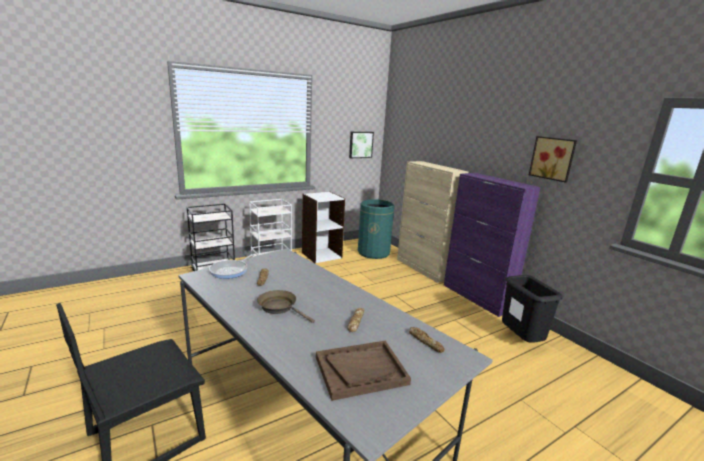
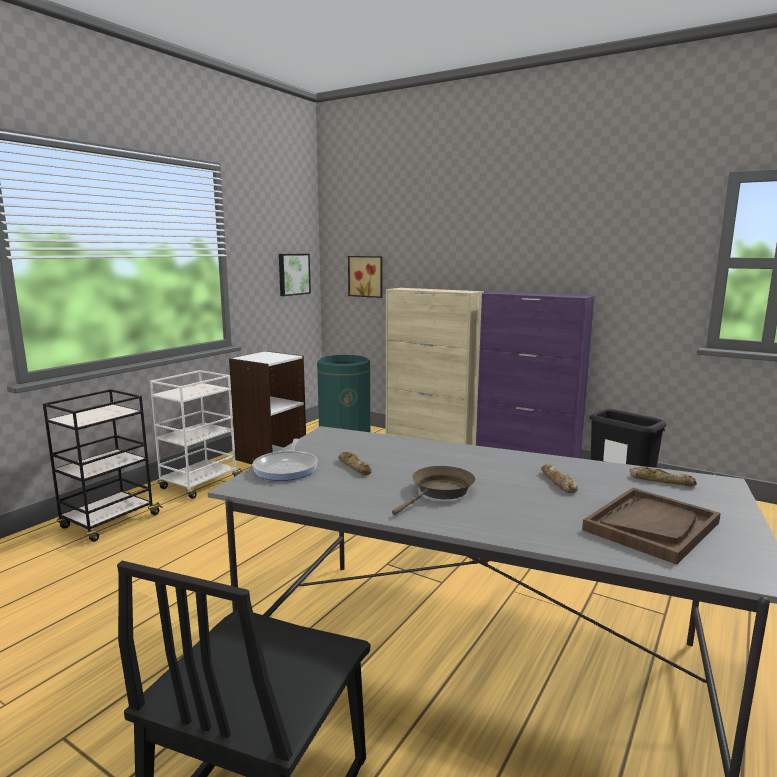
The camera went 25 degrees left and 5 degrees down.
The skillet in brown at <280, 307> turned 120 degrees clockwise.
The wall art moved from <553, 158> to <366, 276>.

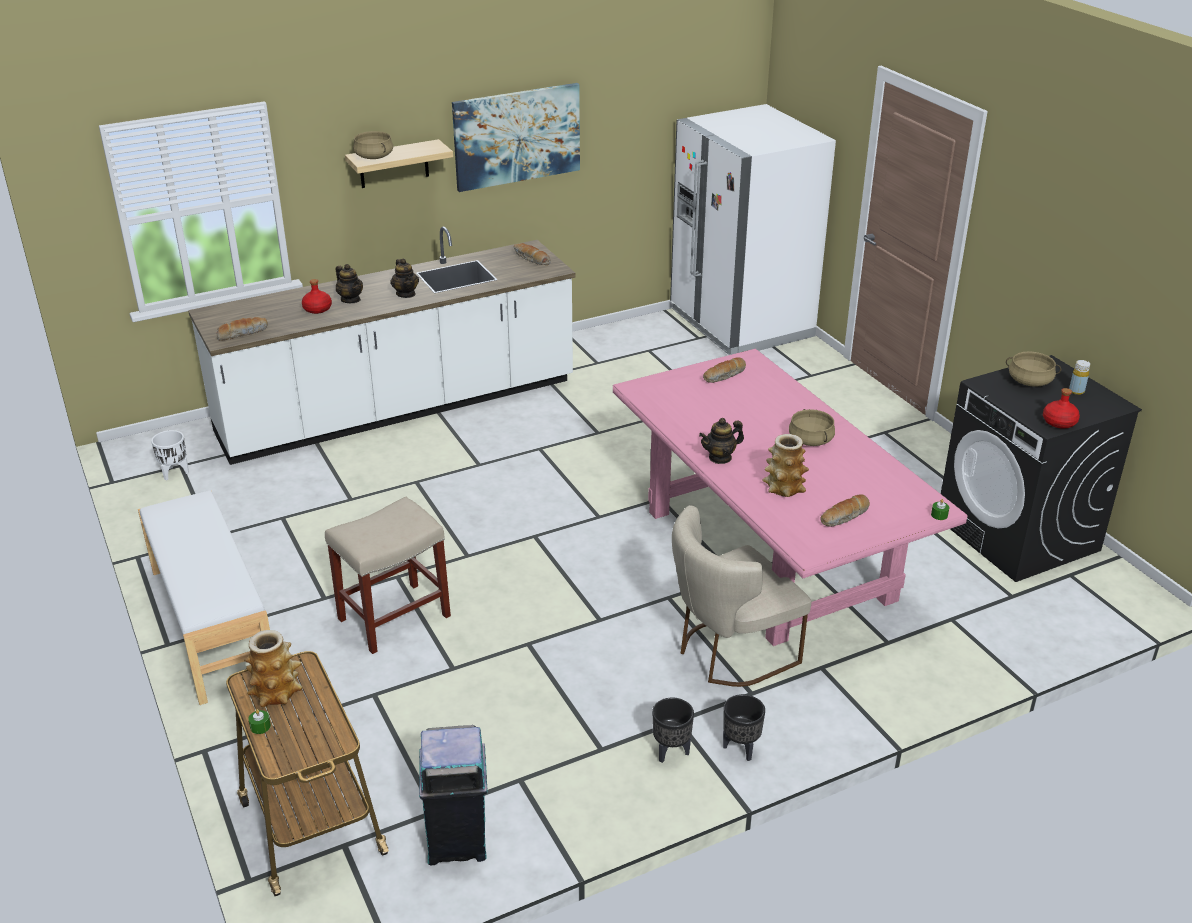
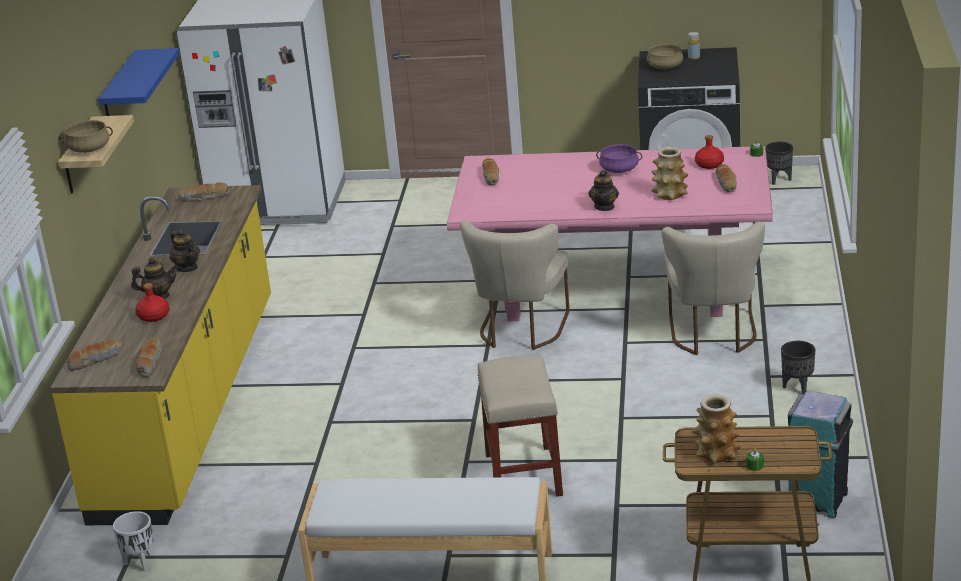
The camera went 55 degrees left and 5 degrees down.
The counter in whitish at <398, 408> became the counter in yellowish at <190, 406>.
The tea pot at <406, 294> turned 45 degrees clockwise.
The wall art at <517, 136> was replaced by the wall shelf in bluish at <120, 91>.
The flower pot in black moved from <741, 748> to <779, 180>.
The cooking pot in beige at <811, 440> became the cooking pot in purplish at <619, 169>.
The beverage bottle in red-coloured moved from <1059, 422> to <709, 164>.
The bread at <95, 360> appeared.
The chair in beige at <521, 331> appeared.

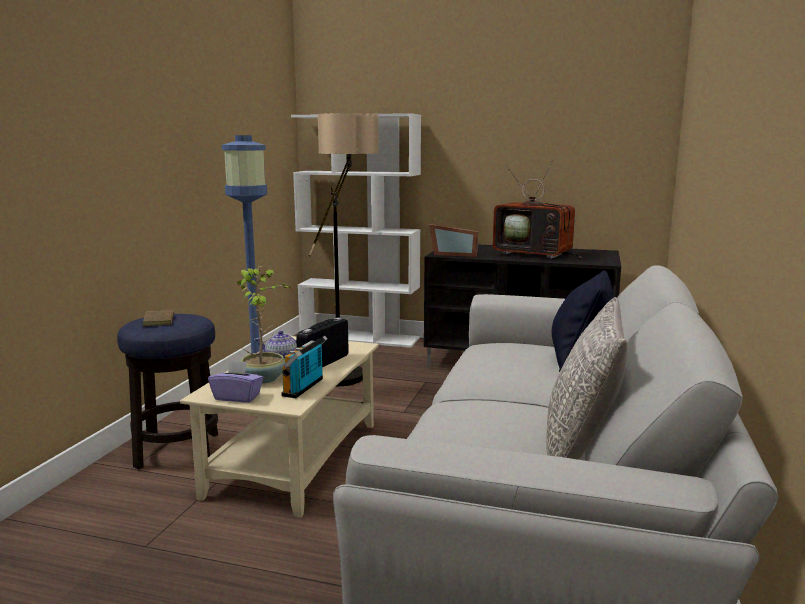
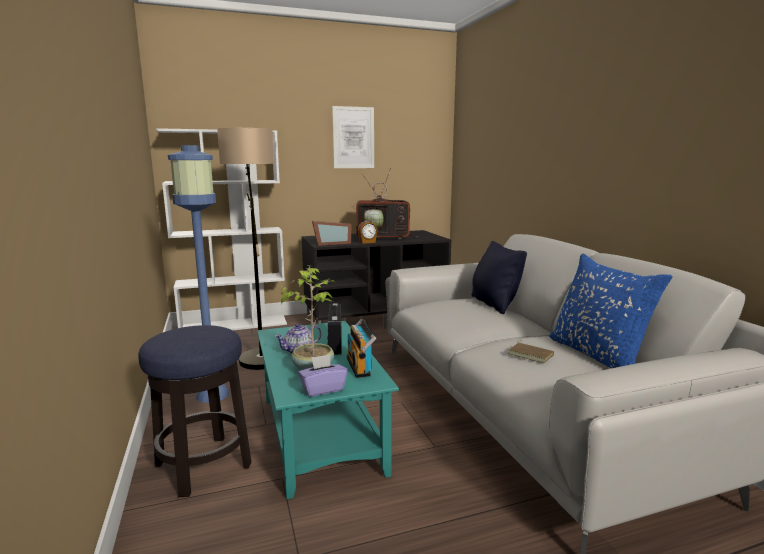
The camera went 35 degrees left and 0 degrees up.
The volume in brown moved from <160, 321> to <531, 354>.
The coffee table in beige at <295, 459> became the coffee table in blue-green at <321, 434>.
The cushion in gray at <581, 448> became the cushion in bluish at <598, 355>.
The wall art at <353, 137> appeared.
The bedside clock at <367, 242> appeared.

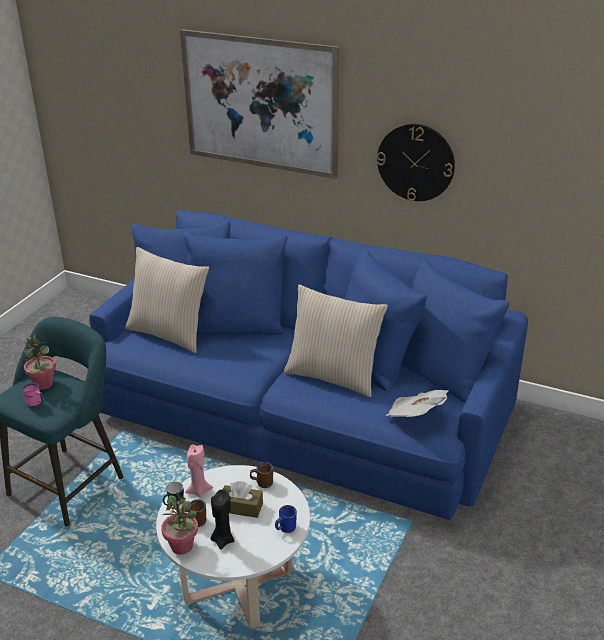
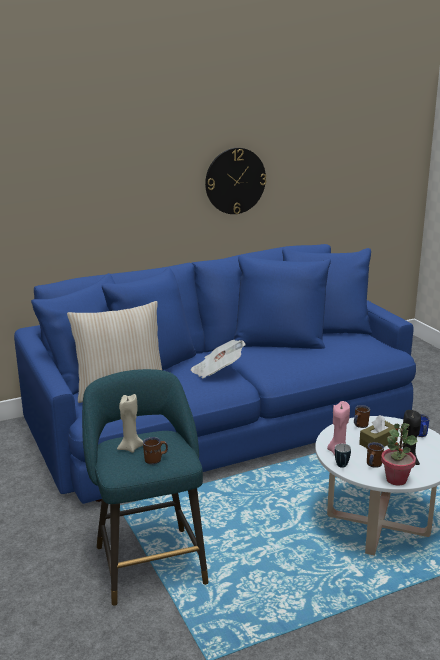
The camera went 50 degrees left and 10 degrees down.
The tea mug in pink-coloured at <36, 404> became the tea mug in brown at <156, 460>.
The houseplant at <43, 384> was replaced by the wax light in beige at <130, 447>.
The wall art at <260, 103> disappeared.
The cushion in beige at <333, 376> disappeared.
The newspaper moved from <415, 416> to <217, 371>.

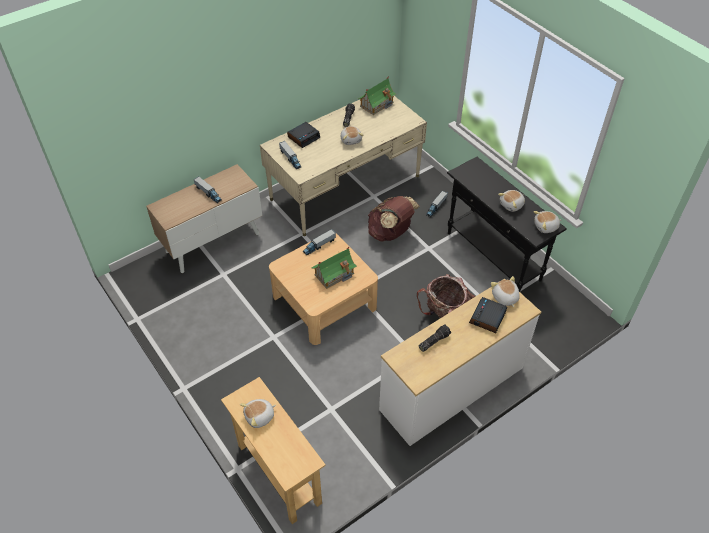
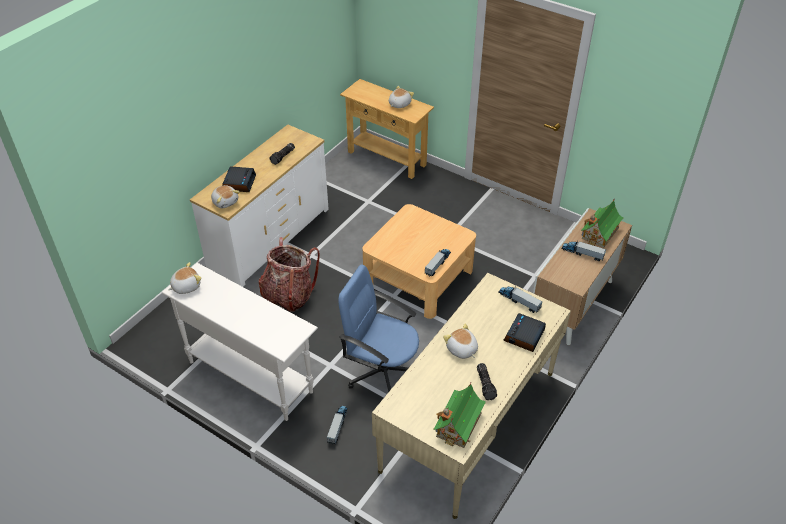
The camera went 160 degrees right and 5 degrees down.
The model house moved from <334, 274> to <600, 233>.
The knapsack in brown at <390, 233> was replaced by the office chair in bluish at <382, 371>.
The console table in black at <493, 256> became the console table in whitish at <250, 376>.
The plush toy at <512, 205> disappeared.

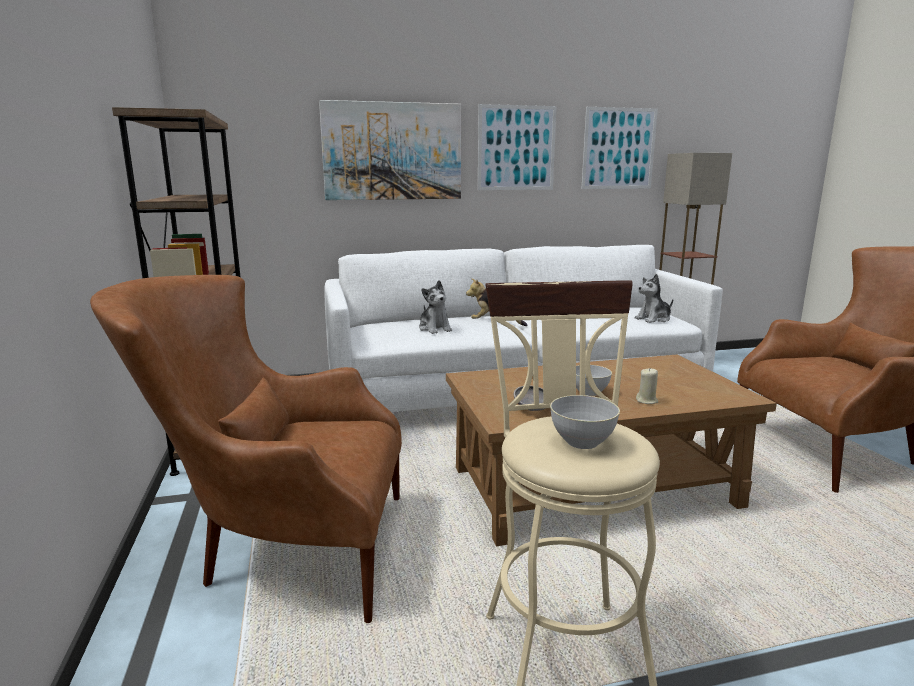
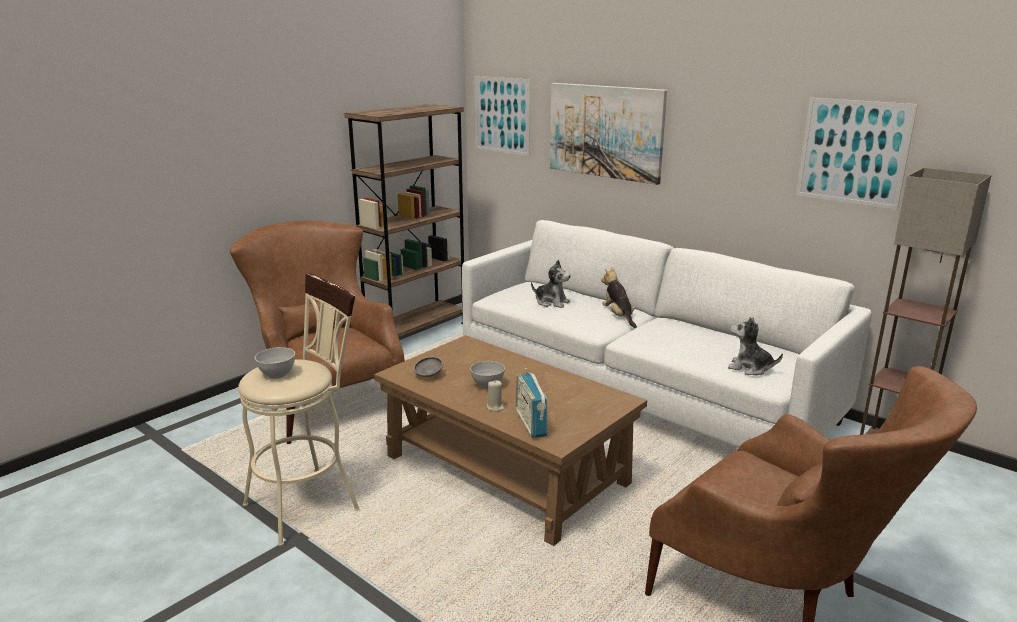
The camera went 55 degrees right and 5 degrees up.
The plush toy at <435, 328> turned 90 degrees counterclockwise.
The wall art moved from <516, 148> to <502, 115>.
The radio set at <530, 423> appeared.

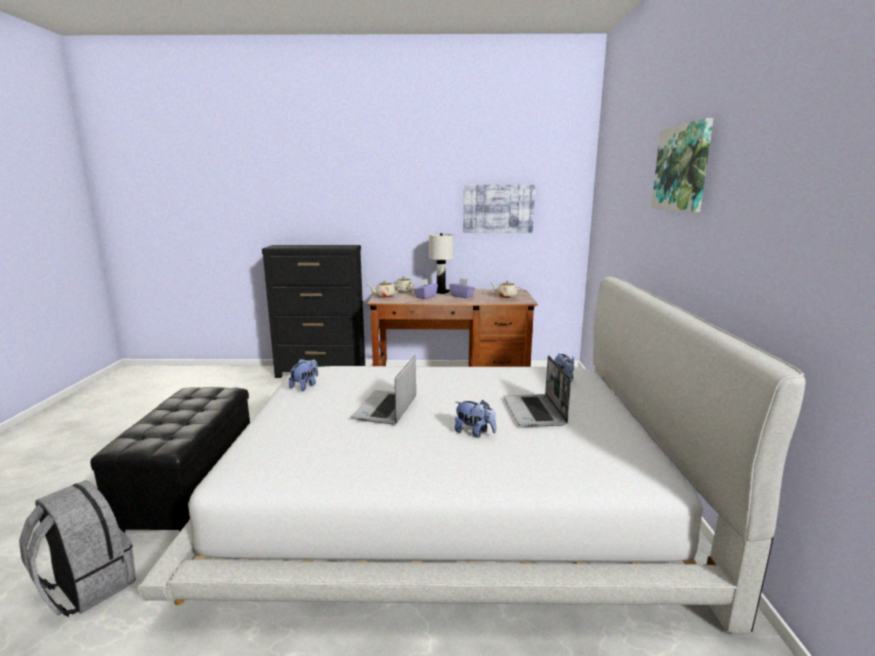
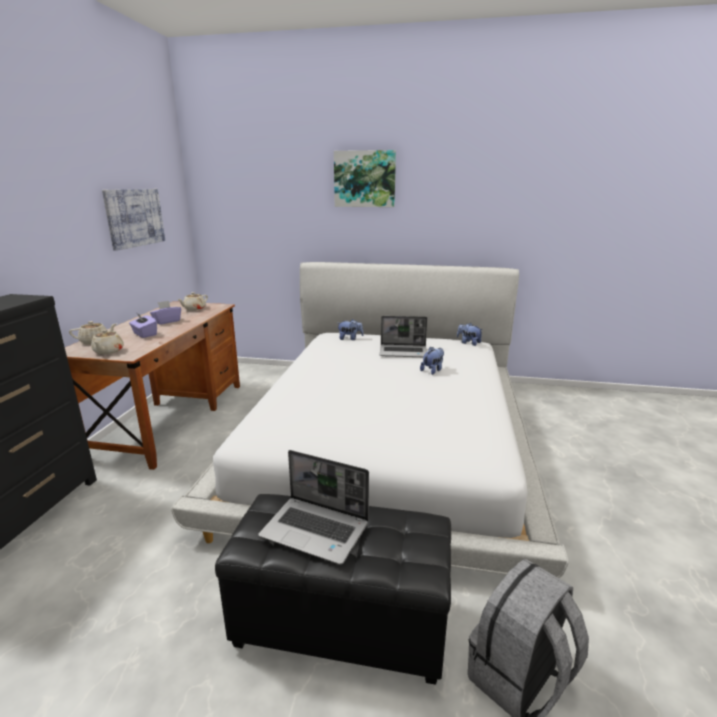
The camera went 80 degrees left and 5 degrees up.
The plush toy moved from <305, 386> to <468, 343>.
The laptop moved from <386, 409> to <316, 530>.
The lamp for a table in whitish at <441, 292> disappeared.

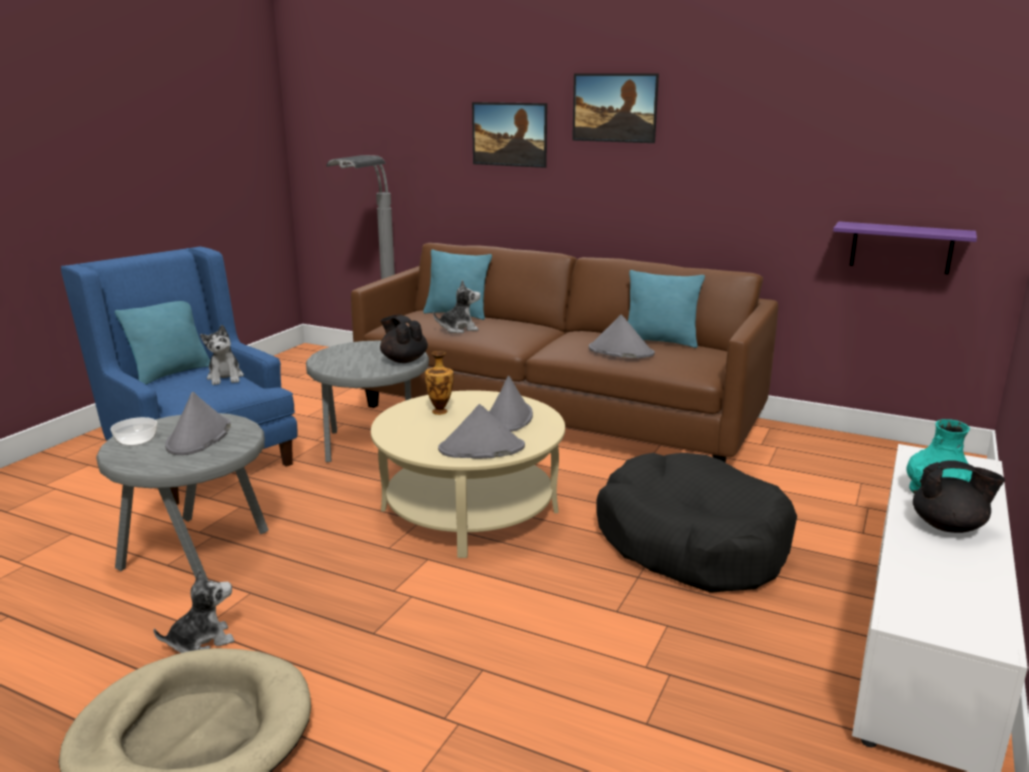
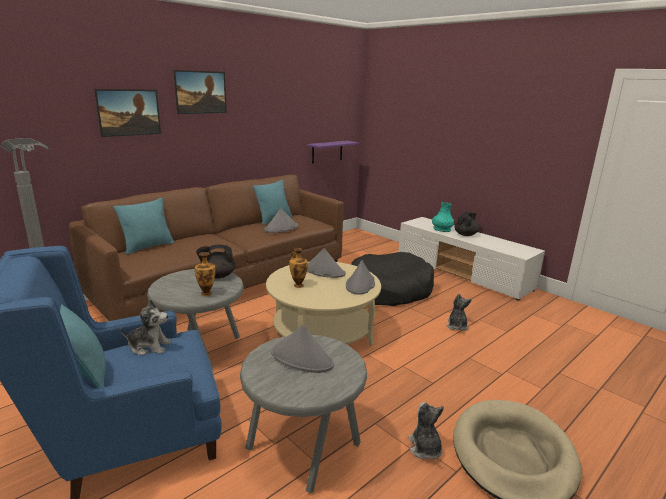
The camera went 70 degrees left and 0 degrees up.
The bowl at <136, 441> disappeared.
The plush toy moved from <459, 329> to <456, 326>.
The flower vase at <206, 293> appeared.

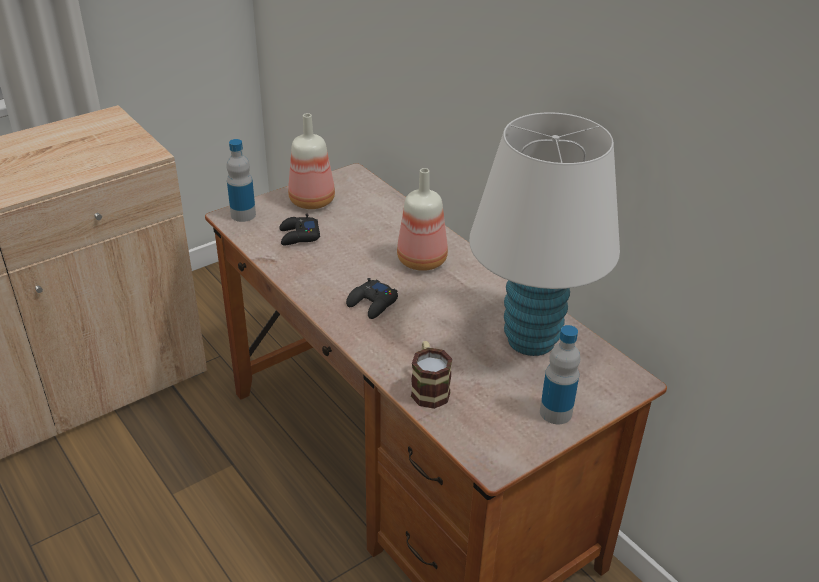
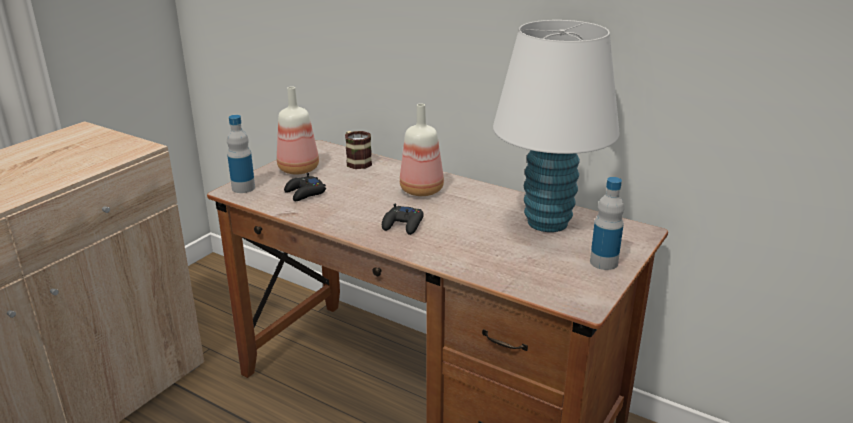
The camera went 20 degrees left and 10 degrees down.
The tea mug moved from <429, 388> to <356, 161>.

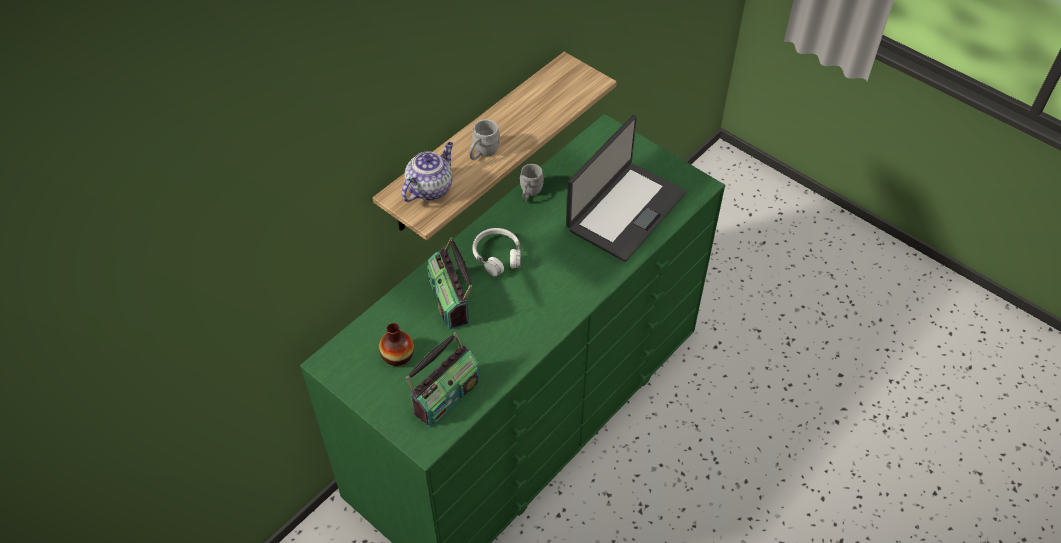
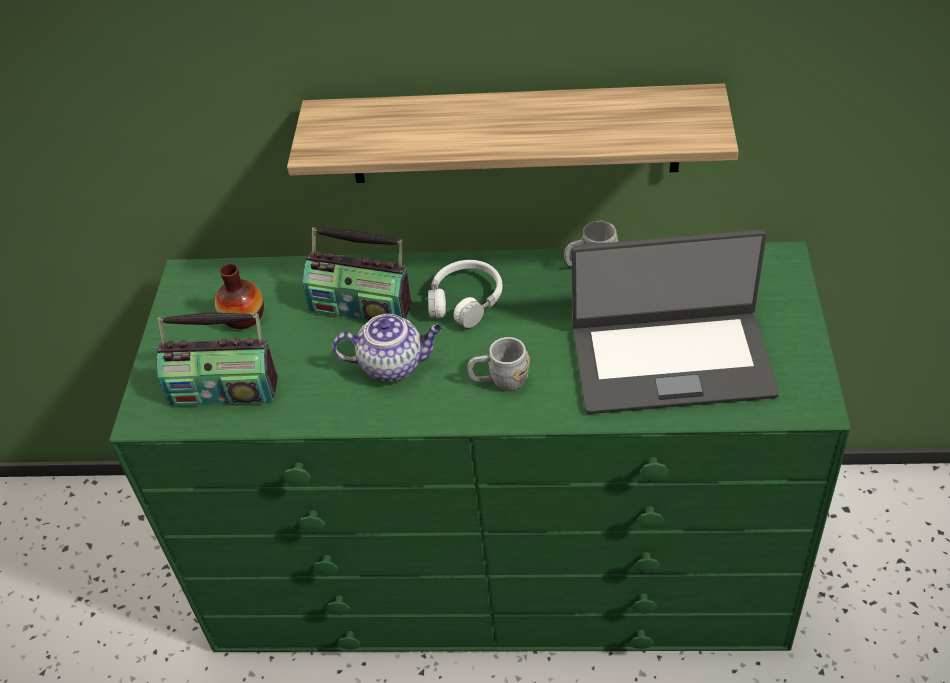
The camera went 55 degrees right and 5 degrees down.
The tea pot moved from <430, 188> to <393, 365>.
The radio set at <451, 299> turned 105 degrees counterclockwise.
The tea mug in gray moved from <483, 153> to <500, 381>.

